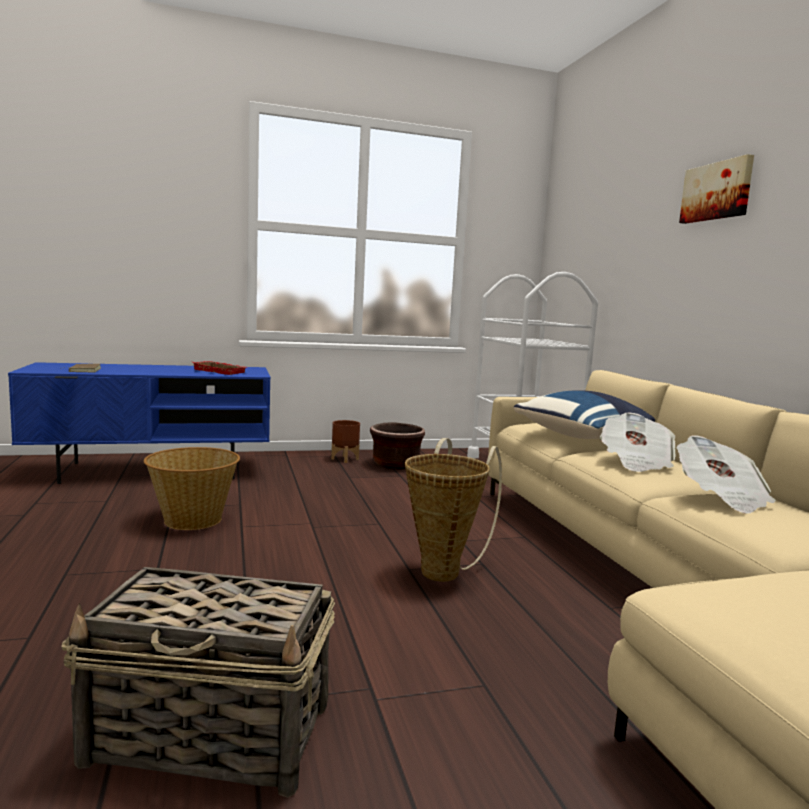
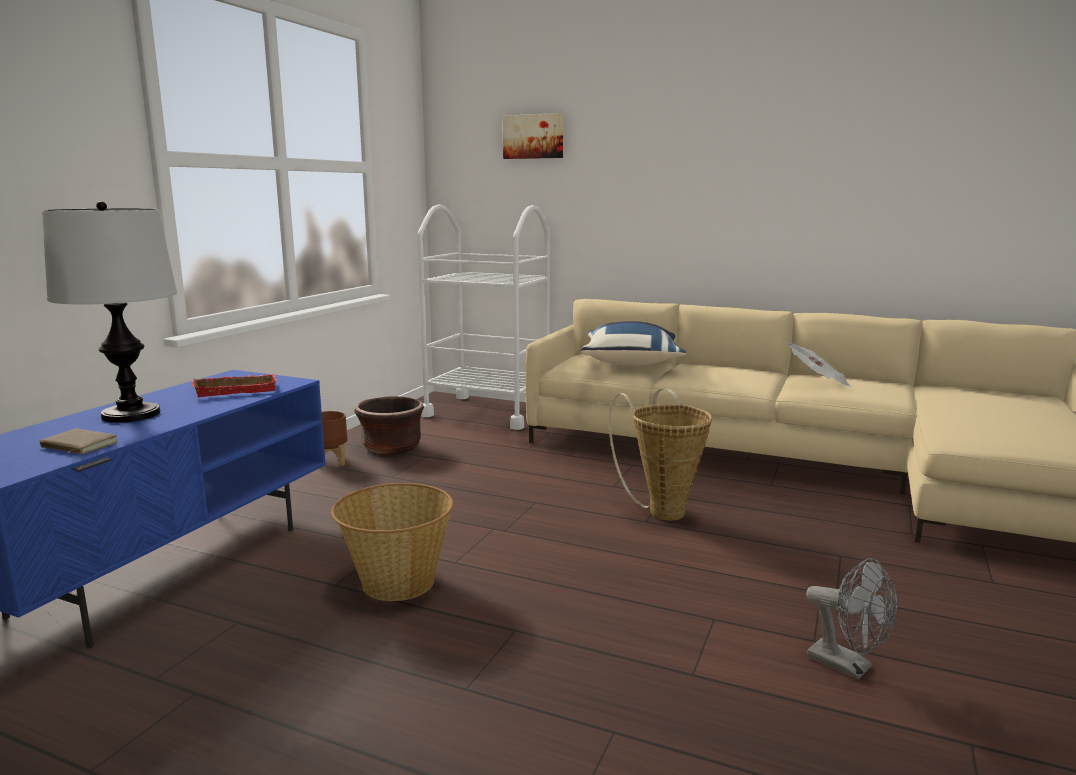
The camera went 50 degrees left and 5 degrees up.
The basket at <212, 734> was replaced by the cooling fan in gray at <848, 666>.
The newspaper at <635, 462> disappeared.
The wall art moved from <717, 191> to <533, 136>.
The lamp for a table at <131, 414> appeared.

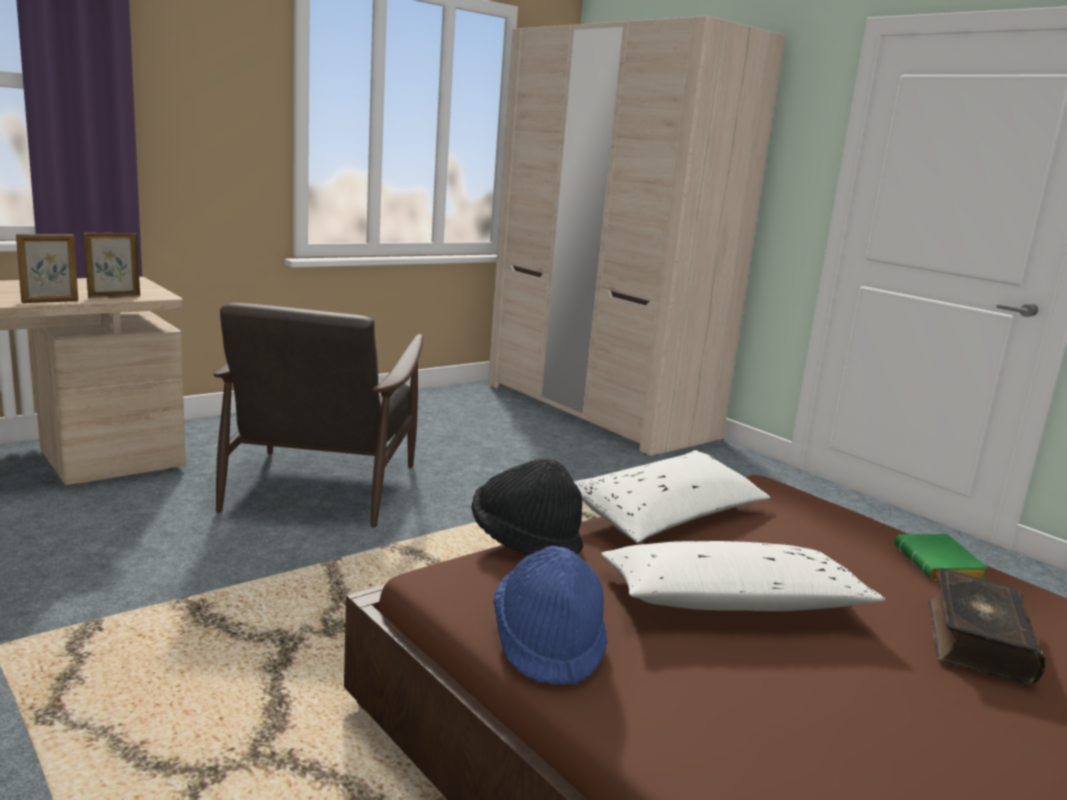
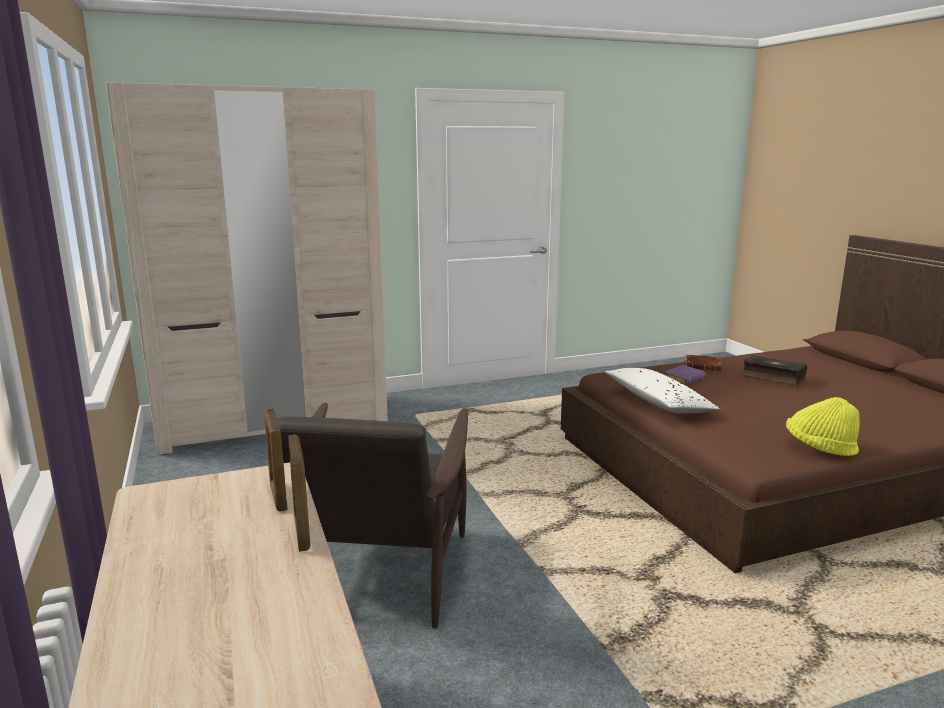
The camera went 70 degrees left and 0 degrees up.
The lounge chair in brown at <322, 484> turned 75 degrees clockwise.
The clothing hat in black at <525, 541> disappeared.
The clothing hat in bluish at <548, 644> became the clothing hat in yellowish at <819, 448>.
The cushion in whitish at <731, 602> disappeared.
The volume in green at <941, 566> became the volume in brown at <704, 366>.
The volume in purplish at <683, 378> appeared.

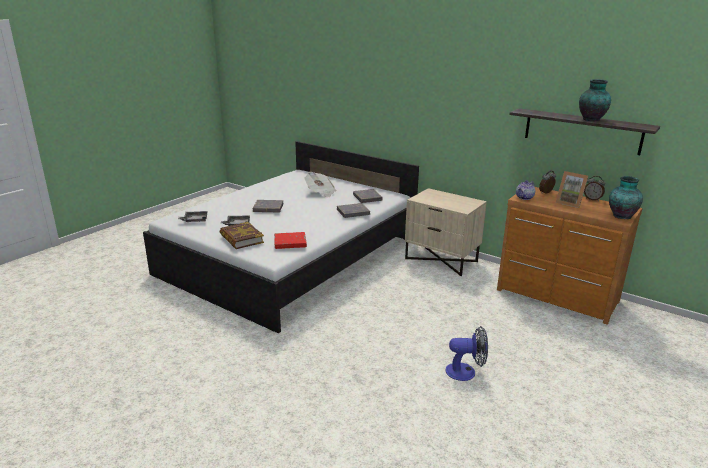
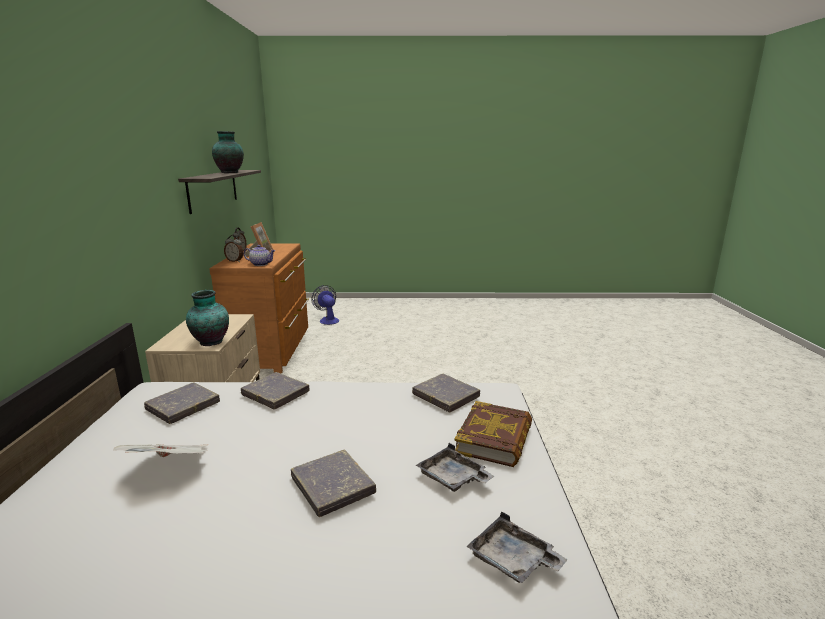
The camera went 125 degrees left and 5 degrees down.
The volume in red-coloured at <290, 243> became the volume in gray at <446, 396>.
The cooling fan moved from <466, 372> to <328, 320>.
The flower vase moved from <621, 216> to <210, 342>.

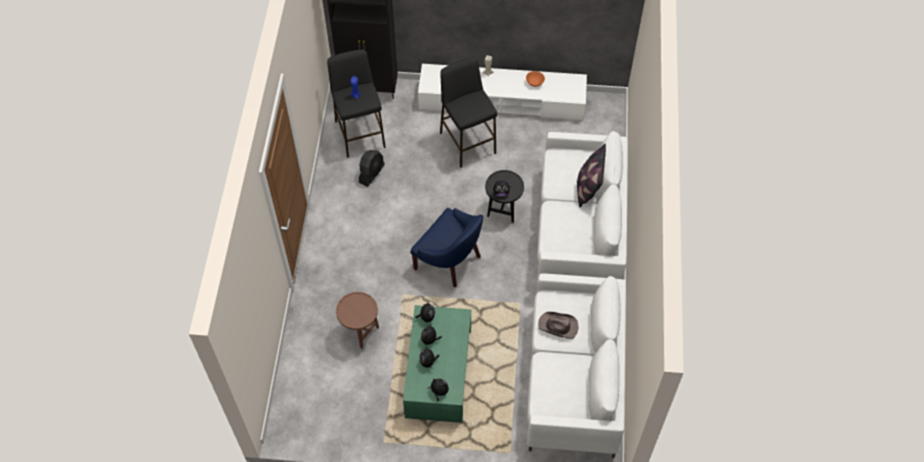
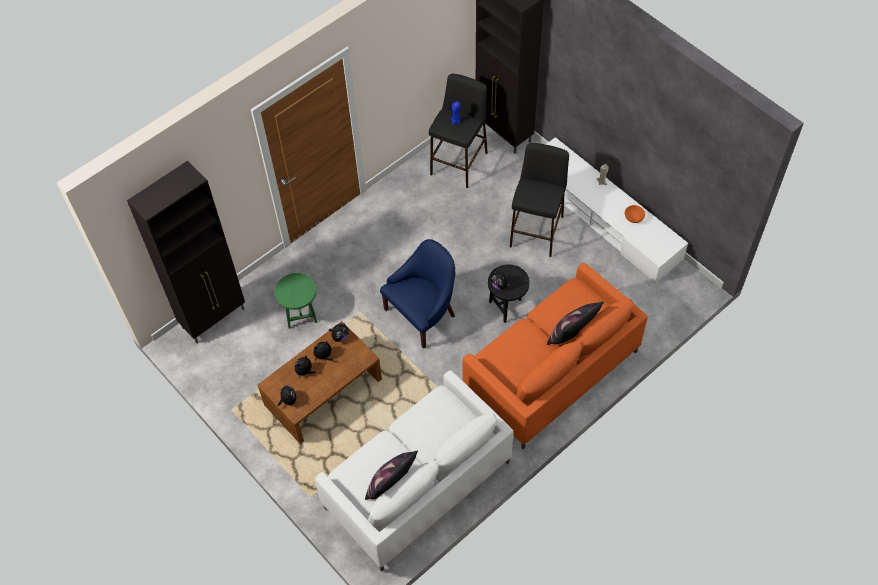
The camera went 45 degrees right and 0 degrees up.
The accent table in brown at <360, 331> became the accent table in green at <301, 315>.
The cooling fan in black at <371, 173> disappeared.
The coffee table in green at <439, 372> became the coffee table in brown at <323, 392>.
The lounge chair in bluish at <450, 261> turned 120 degrees counterclockwise.
The couch in whitish at <579, 231> became the couch in orange at <551, 372>.
The clothing hat in brown at <558, 326> disappeared.
The storage cabinet in black at <214, 318> appeared.
The cushion at <391, 484> appeared.

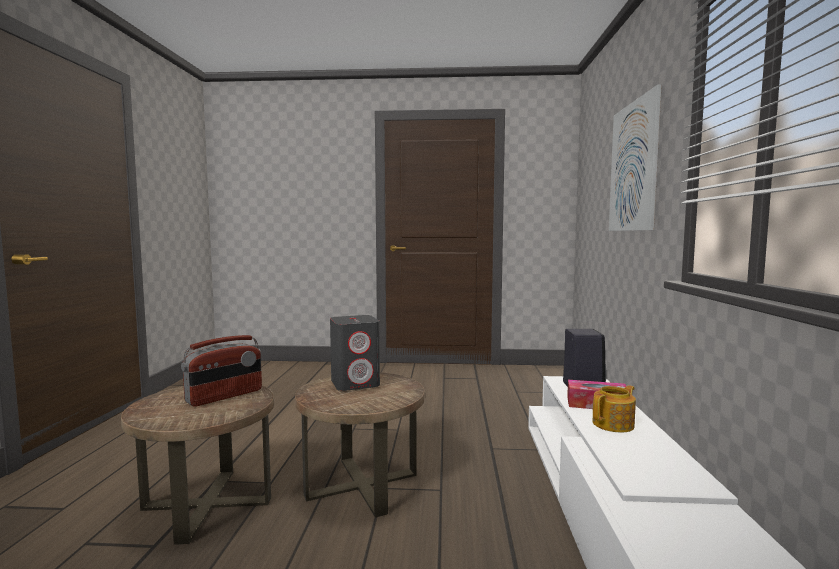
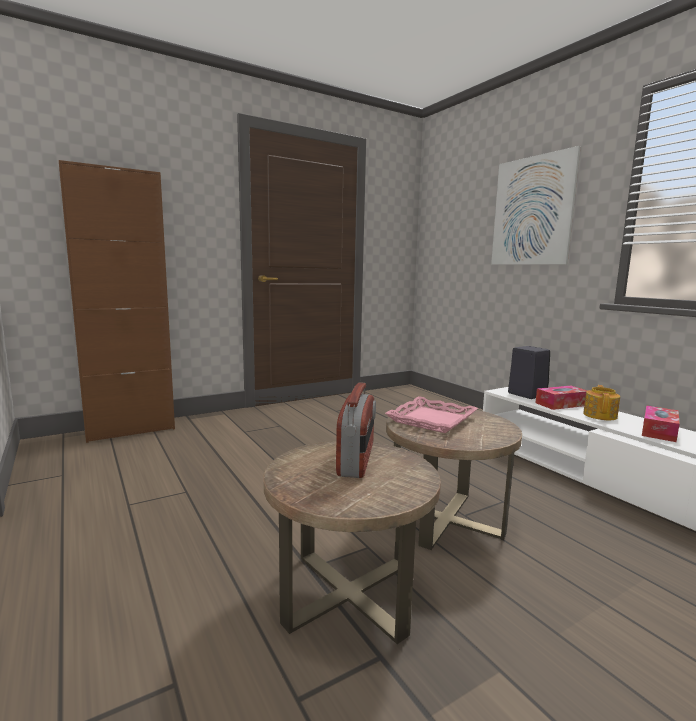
The camera went 35 degrees left and 5 degrees up.
The speaker in gray at <355, 383> was replaced by the tray in pink-coloured at <431, 419>.
The storage cabinet in brown at <130, 430> appeared.
The tissue box at <659, 431> appeared.

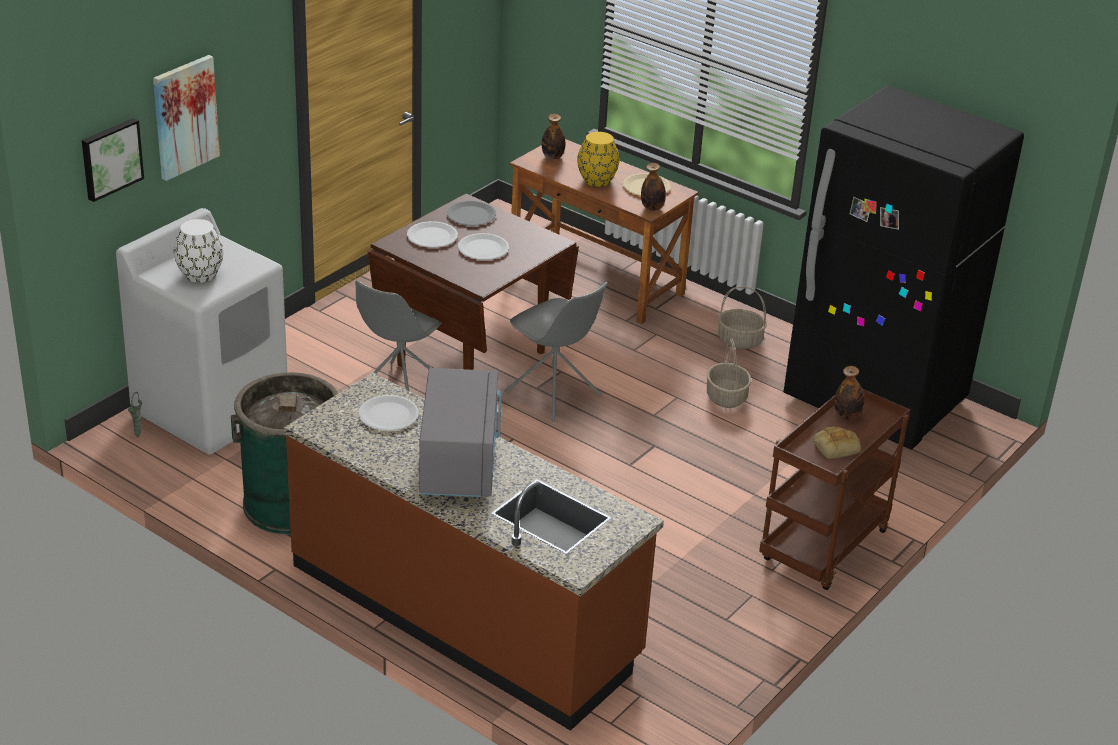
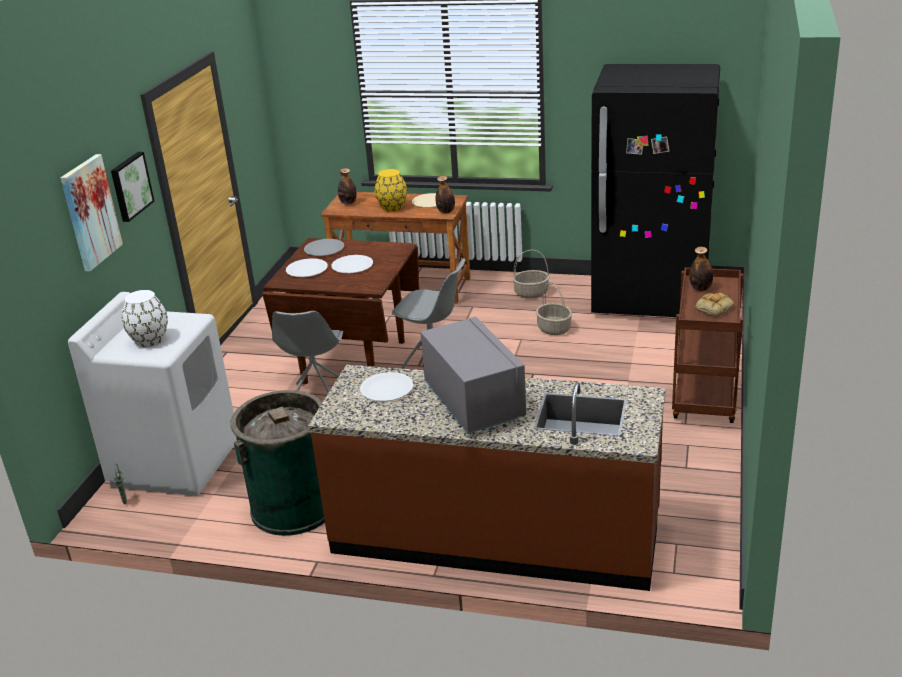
The camera went 20 degrees left and 5 degrees down.
The wall art moved from <110, 158> to <130, 186>.

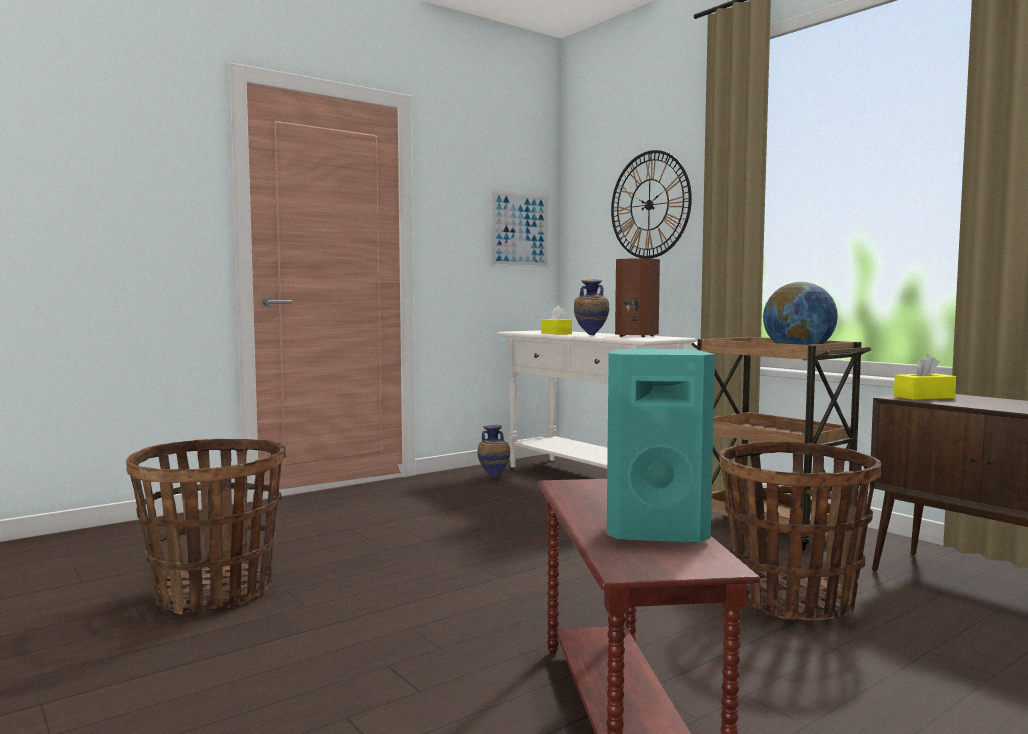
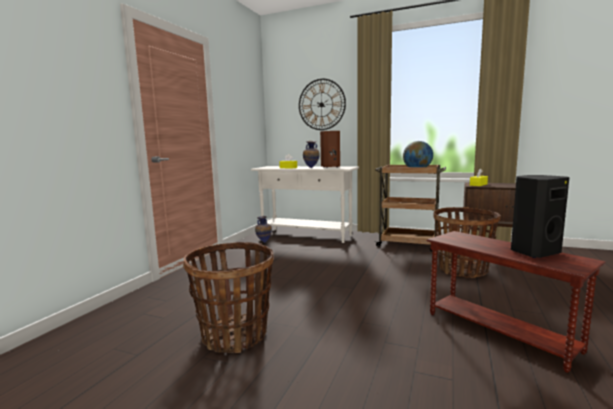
The camera went 30 degrees left and 5 degrees up.
The wall art at <520, 230> disappeared.
The speaker in blue-green at <656, 532> became the speaker in black at <533, 252>.

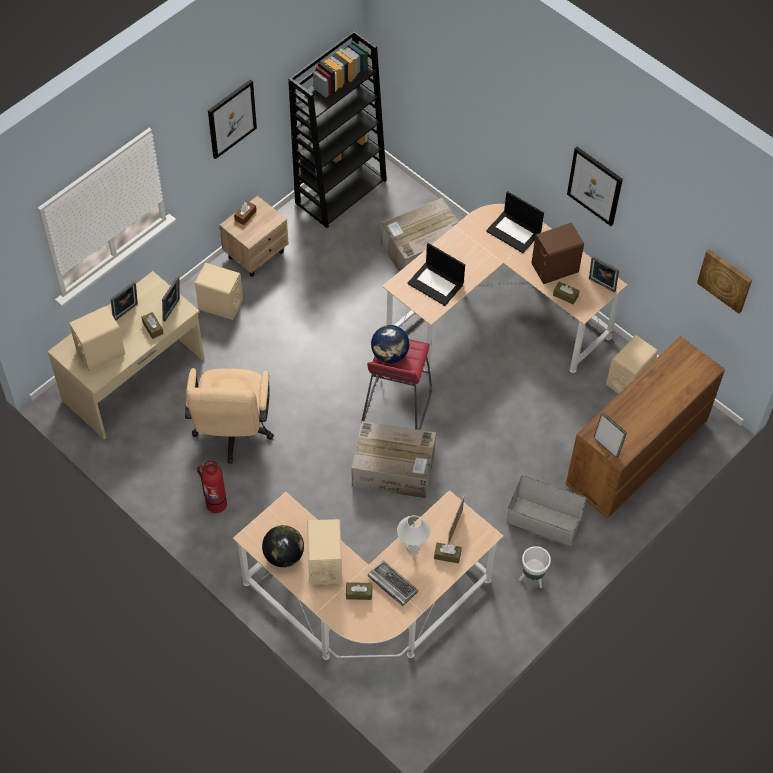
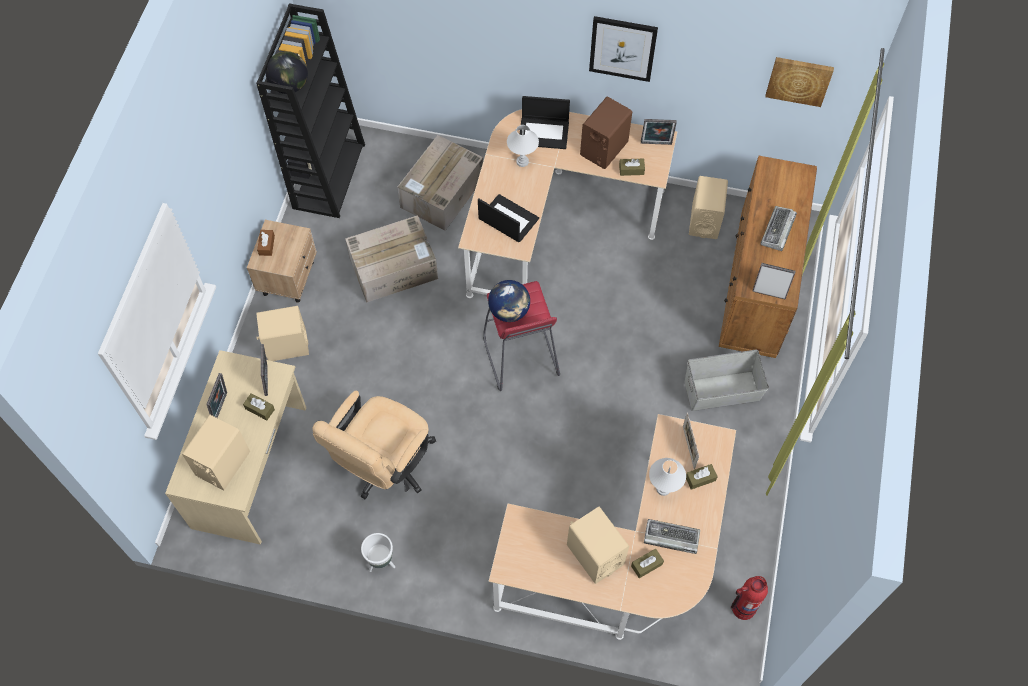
The camera went 30 degrees left and 5 degrees up.
The office chair in beige at <232, 433> turned 60 degrees clockwise.
The extinguisher moved from <216, 503> to <743, 608>.
The wall art at <231, 118> disappeared.
The desk globe moved from <284, 555> to <290, 86>.
The carton moved from <394, 468> to <394, 268>.
The laptop at <436, 284> turned 150 degrees counterclockwise.
The flower pot in whitish moved from <532, 578> to <381, 562>.
The lamp for a table in whitish at <522, 162> appeared.
The keyboard at <777, 231> appeared.

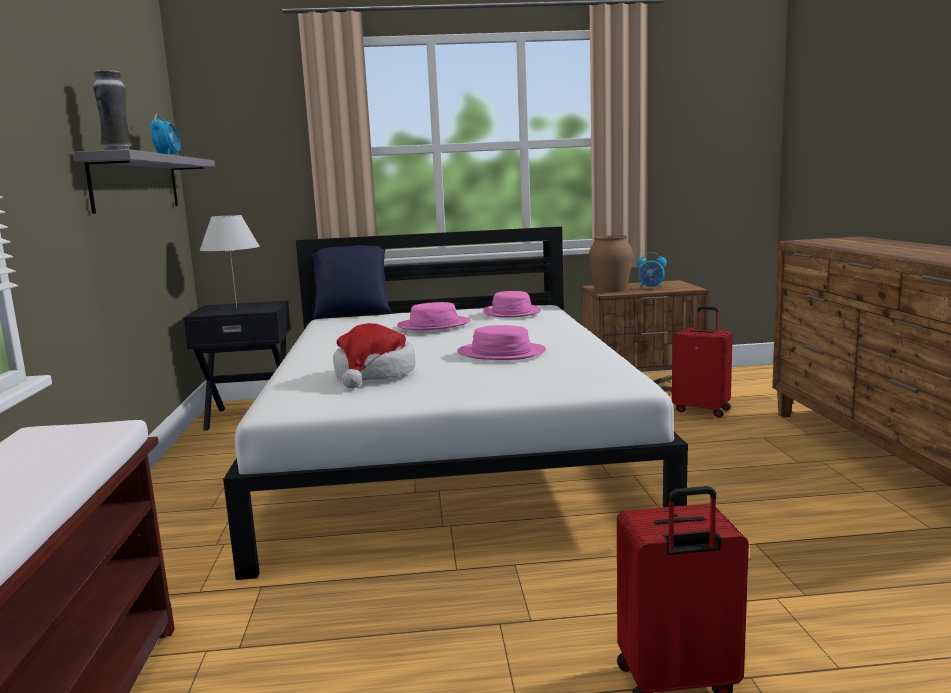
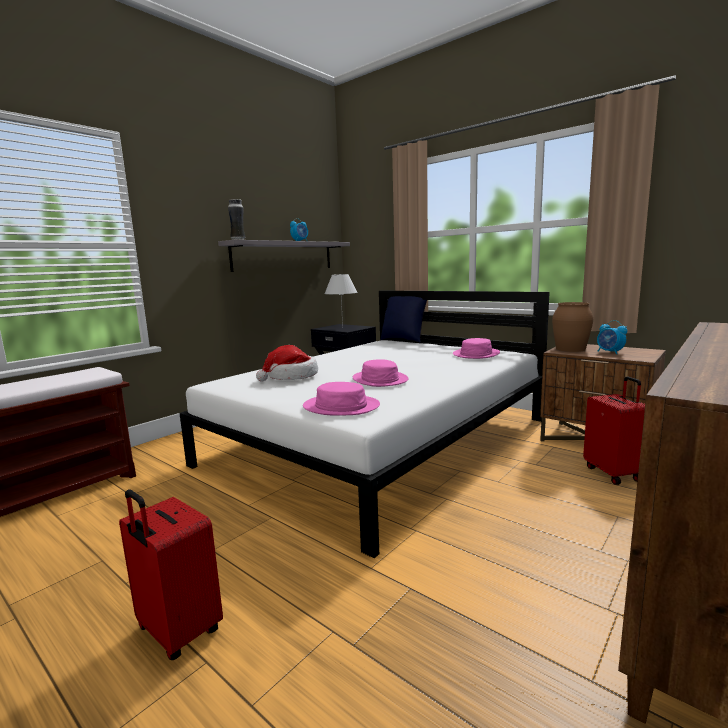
The camera went 45 degrees right and 0 degrees up.
The clothing hat in pink-coloured moved from <434, 325> to <341, 406>.

